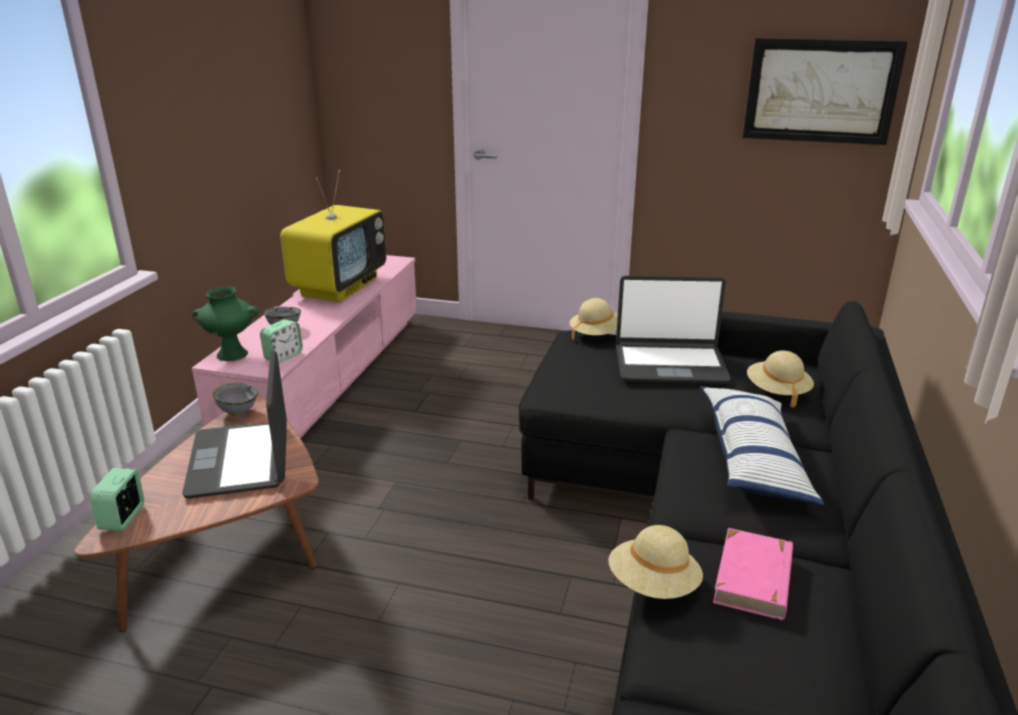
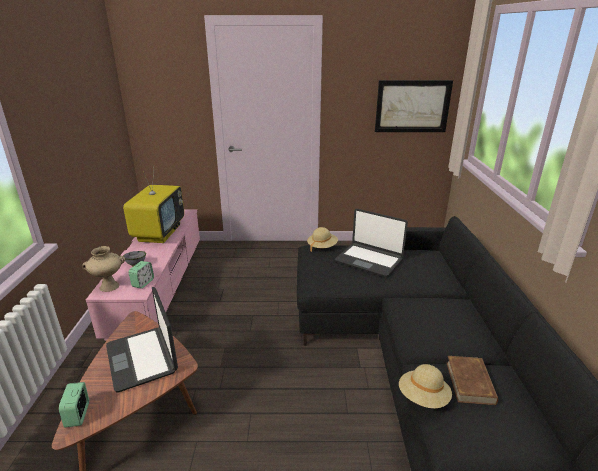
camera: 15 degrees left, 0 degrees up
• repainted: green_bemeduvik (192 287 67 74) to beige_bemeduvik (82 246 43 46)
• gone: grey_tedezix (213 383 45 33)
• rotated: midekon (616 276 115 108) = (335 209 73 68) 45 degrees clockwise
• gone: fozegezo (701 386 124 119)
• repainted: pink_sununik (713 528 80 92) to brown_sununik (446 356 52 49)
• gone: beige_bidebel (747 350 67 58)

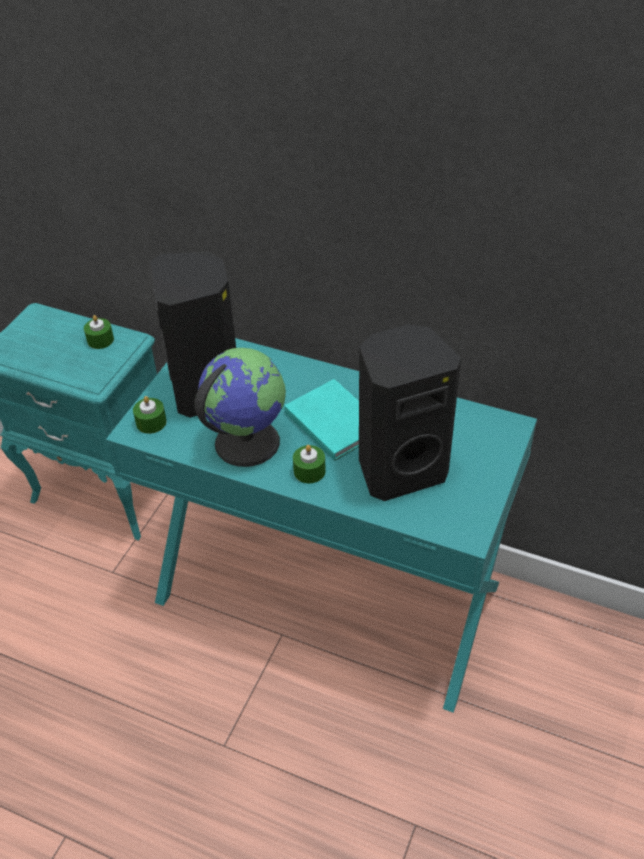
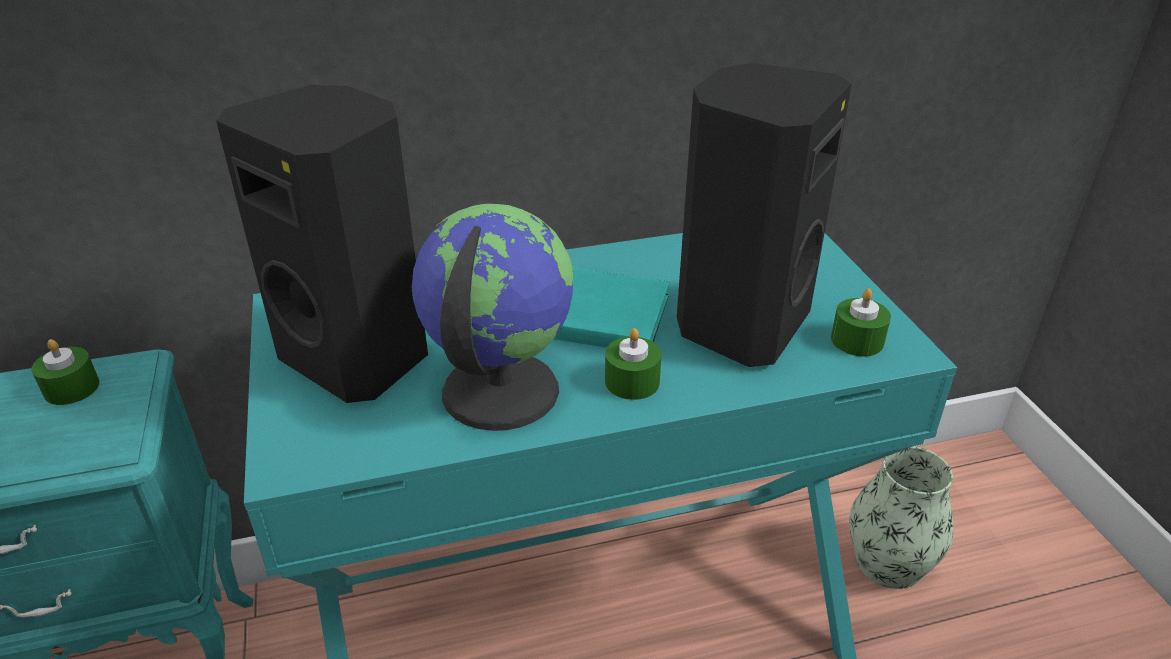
camera: 40 degrees left, 10 degrees down
• shifted: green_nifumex (133 396 34 38) to (831 288 60 68)
• new: bemeduvik (849 447 104 142)

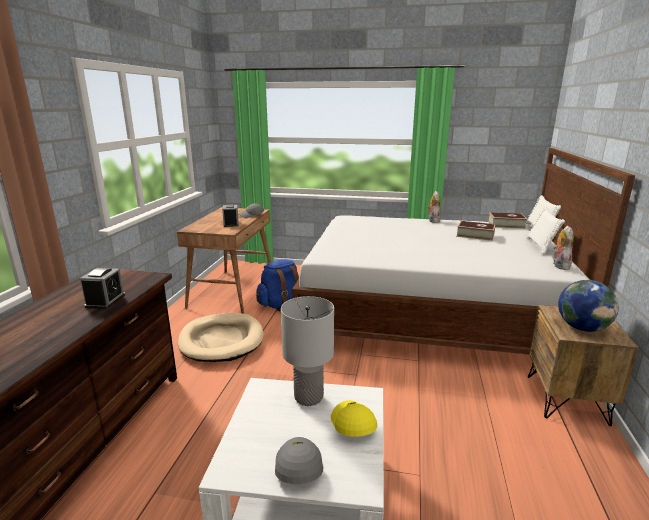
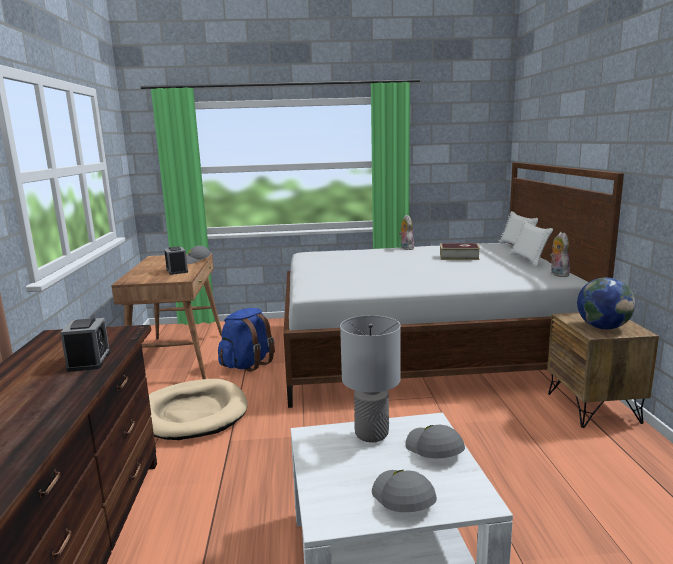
camera: 15 degrees left, 5 degrees down
• repainted: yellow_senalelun (331 400 46 37) to grey_senalelun (405 425 60 33)
• gone: sununik (488 212 39 17)

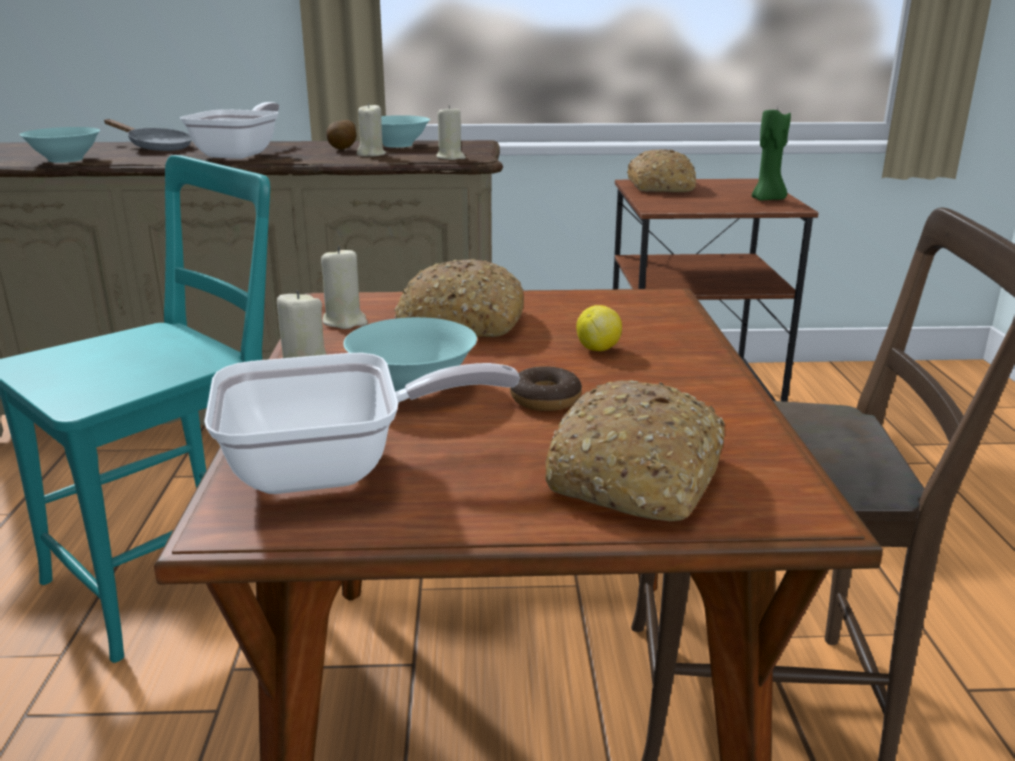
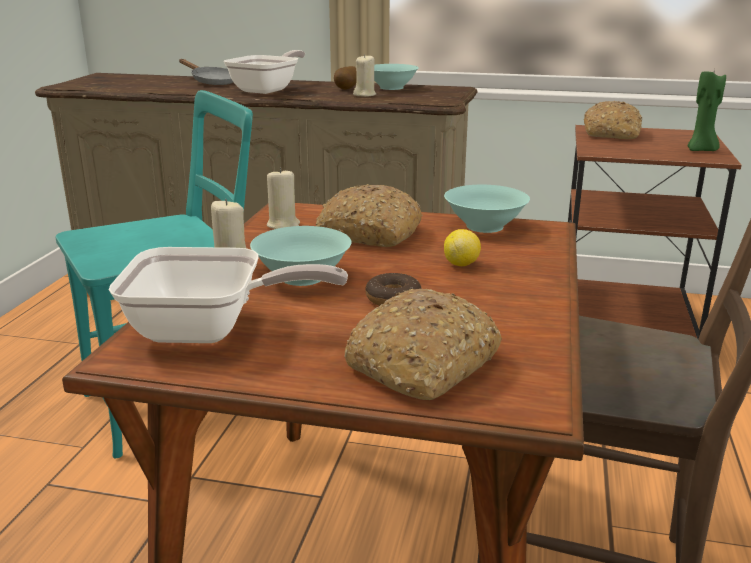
camera: 15 degrees right, 0 degrees up
• shifted: turquoise_tedezix (20 127 80 36) to (444 185 86 48)
• gone: beige_nifumex (437 105 29 55)

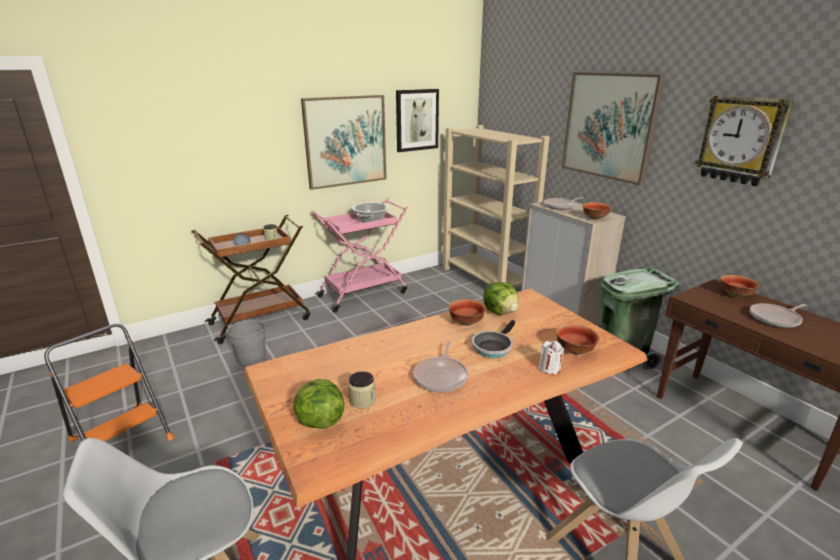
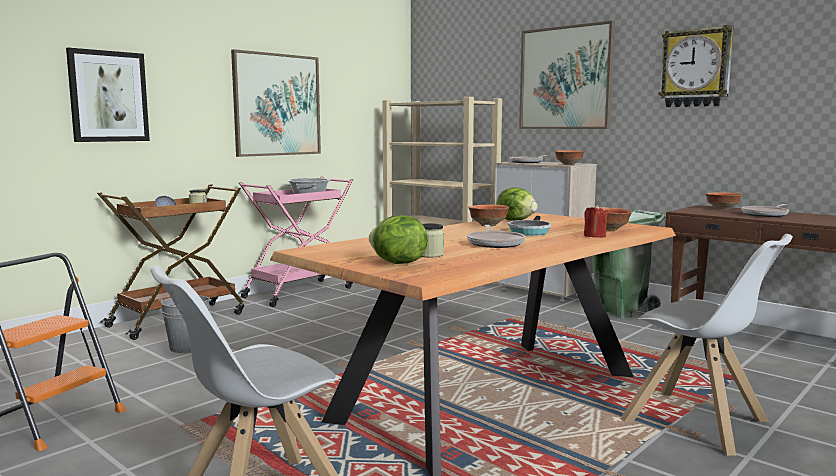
camera: 15 degrees left, 15 degrees down
• shifted: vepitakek (396 89 43 63) to (66 48 84 94)
• repainted: white_nifumex (539 341 25 33) to red_nifumex (584 204 24 34)

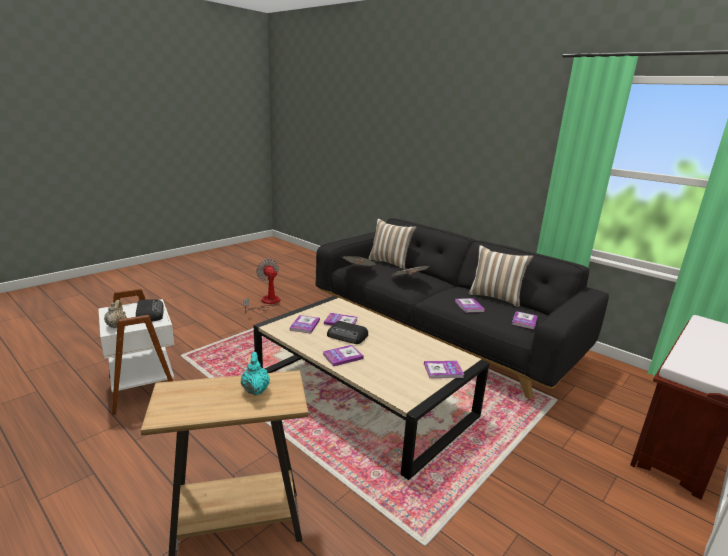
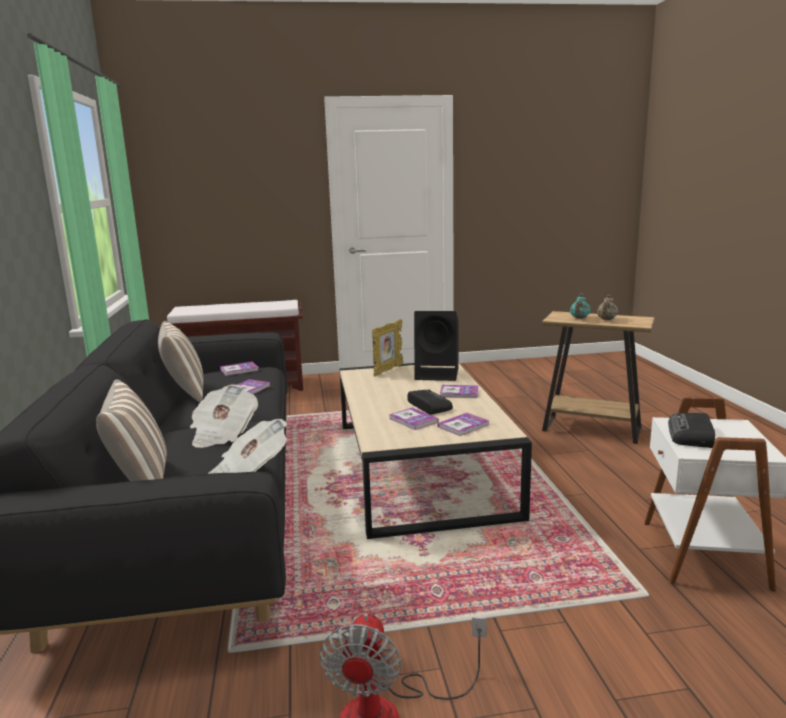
camera: 140 degrees left, 5 degrees down
• shifted: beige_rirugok (104 300 23 28) to (597 295 21 25)
• swapped: sununik (424 361 40 17) to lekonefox (372 319 31 58)
• new: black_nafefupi (414 311 44 70)

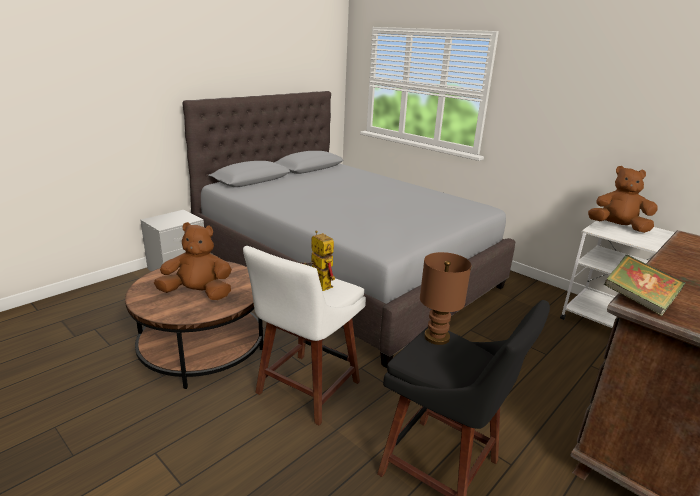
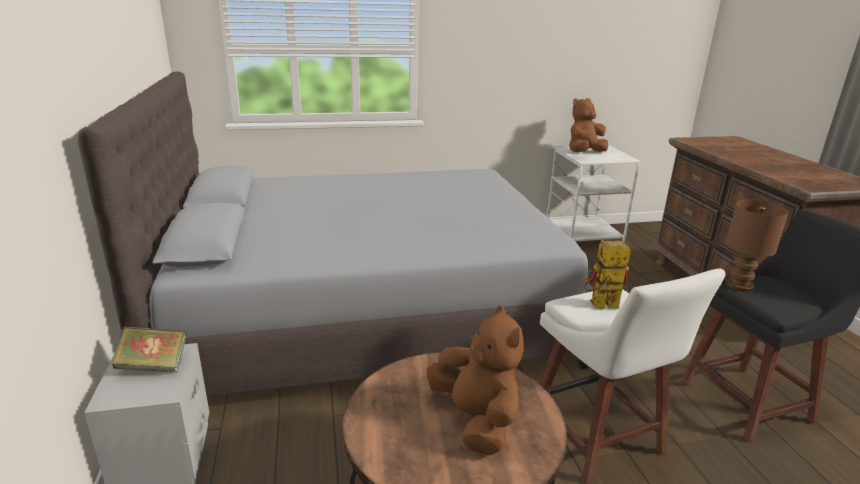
camera: 55 degrees left, 0 degrees up
• rotated: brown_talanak (154 222 78 78) = (426 306 98 149) 120 degrees clockwise
• shifted: sununik (604 255 82 61) to (112 326 75 47)

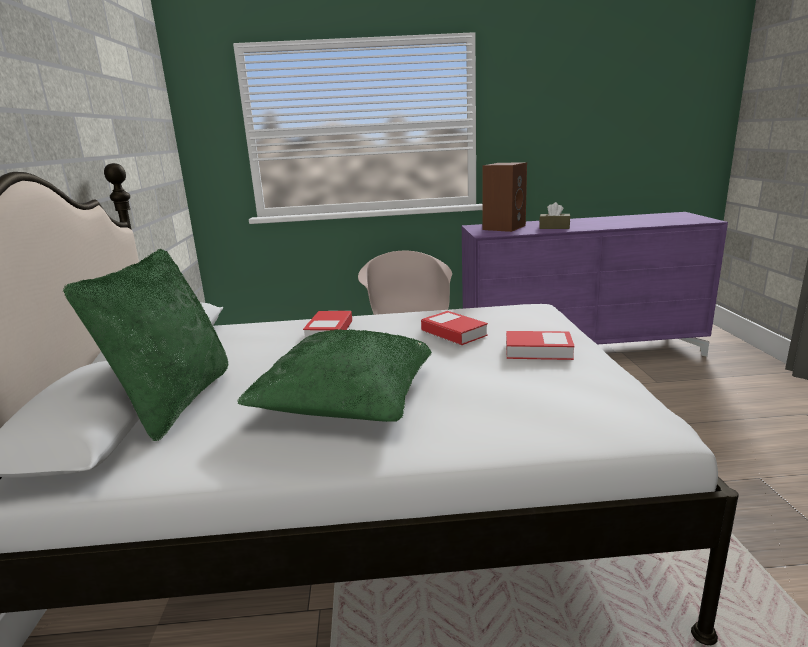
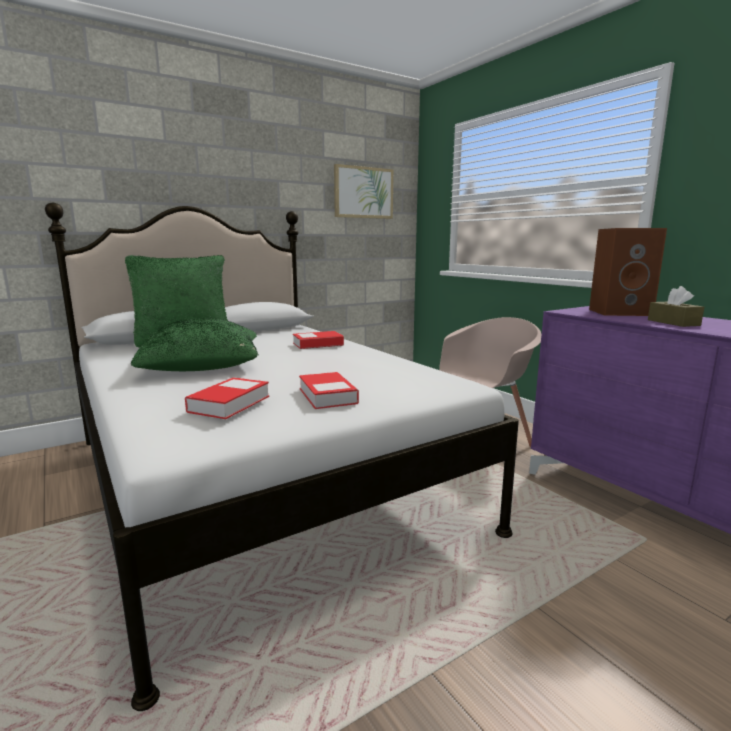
camera: 60 degrees right, 5 degrees down
• shifted: sununik (421 311 67 34) to (185 377 84 42)
• new: vepitakek (334 164 59 55)

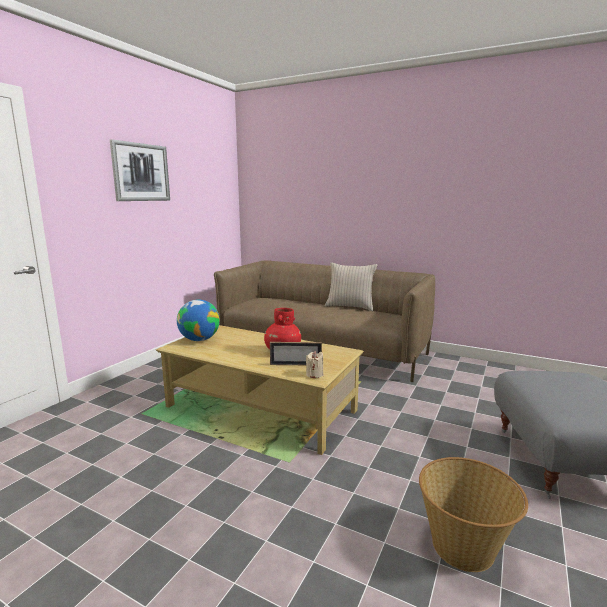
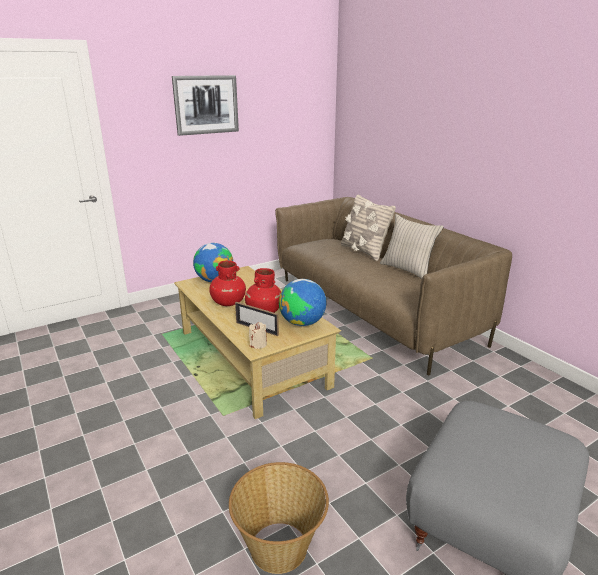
camera: 30 degrees right, 10 degrees up
• new: red_bemeduvik (209 260 37 46)
• new: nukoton (279 279 47 47)
• new: beige_fozegezo (341 195 55 66)

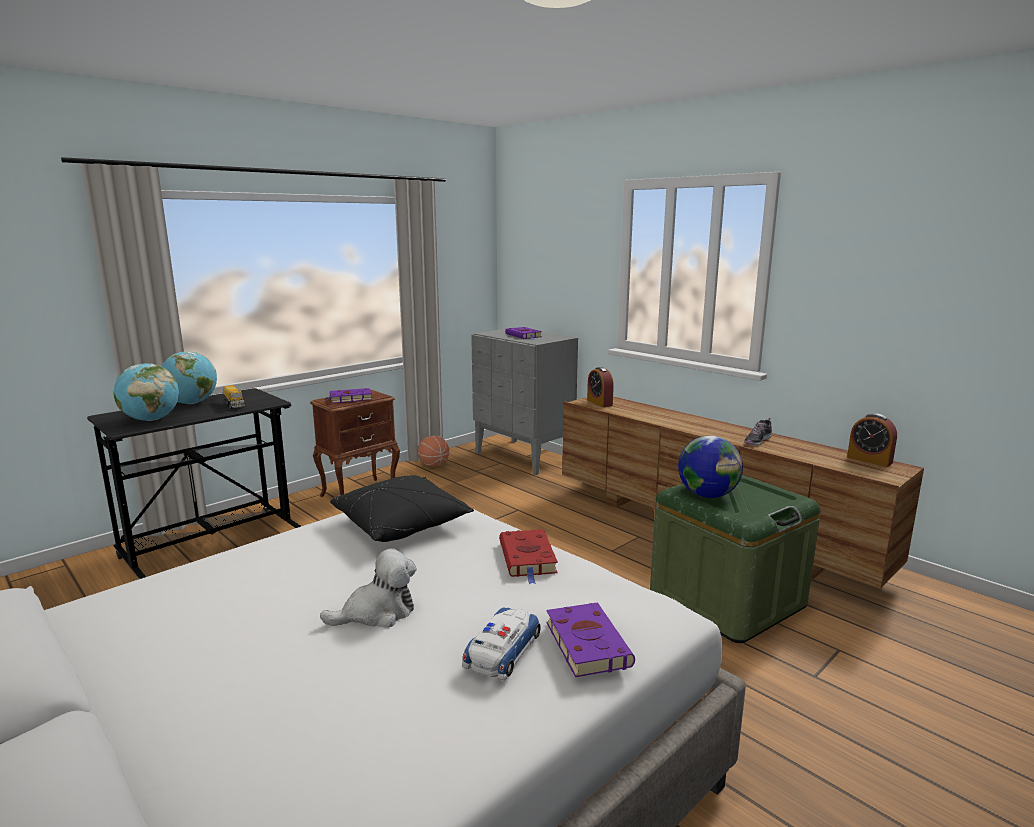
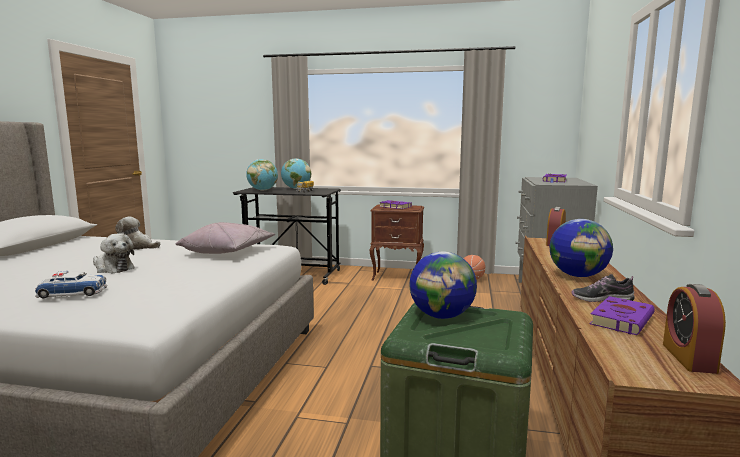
camera: 55 degrees right, 5 degrees down
• repainted: black_fozegezo (330 475 144 67) to purple_fozegezo (176 222 99 32)
• gone: red_sununik (499 529 59 55)
• shifted: purple_sununik (546 603 89 74) to (589 296 66 39)
• new: talanak (115 217 45 32)
• new: nukoton (550 219 63 58)

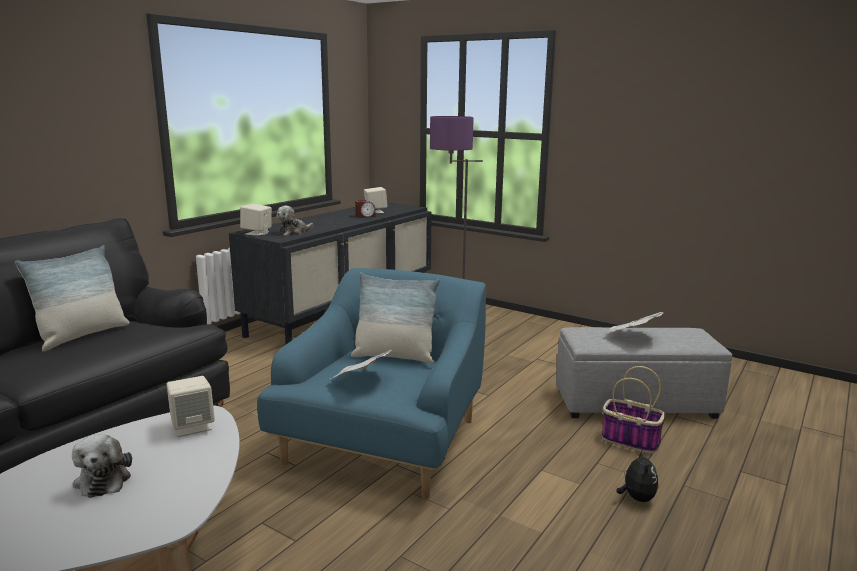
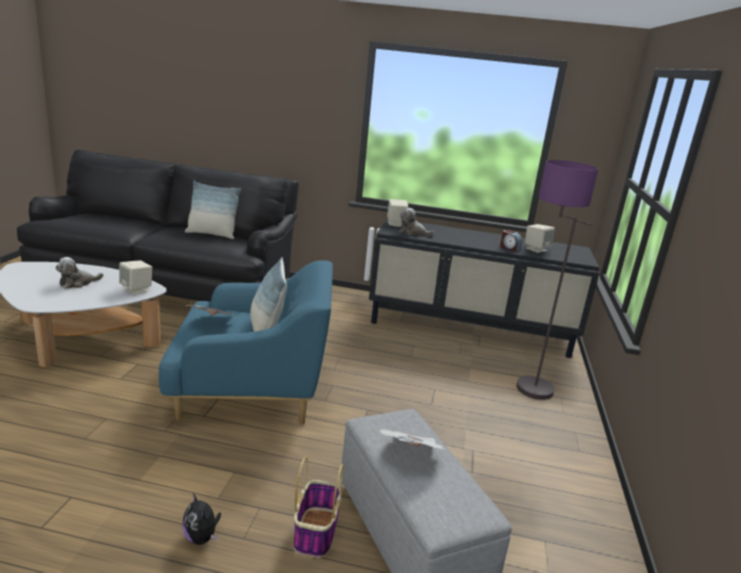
camera: 65 degrees right, 5 degrees up
• rotated: talanak (616 450 42 52) = (182 493 39 52) 75 degrees clockwise

